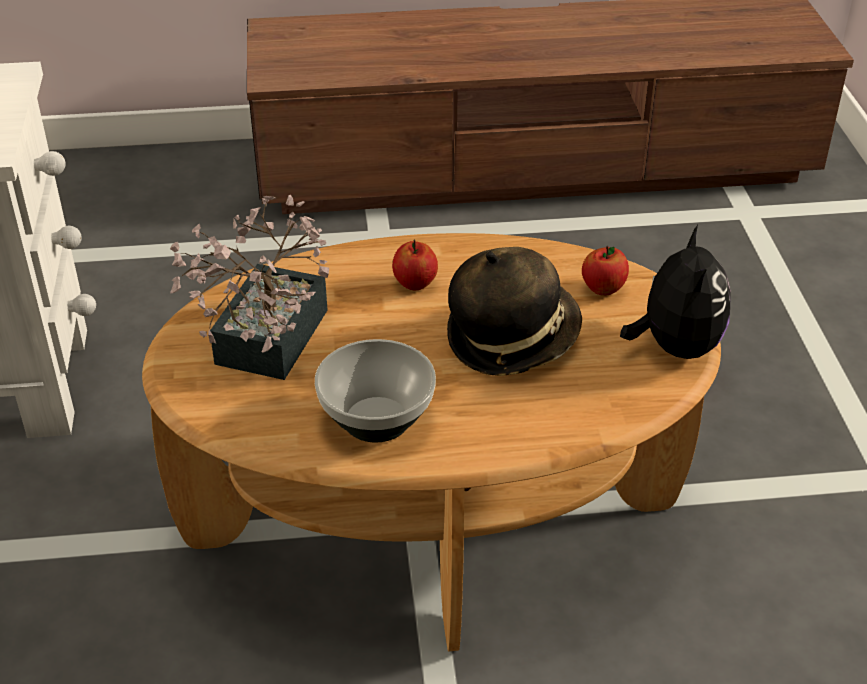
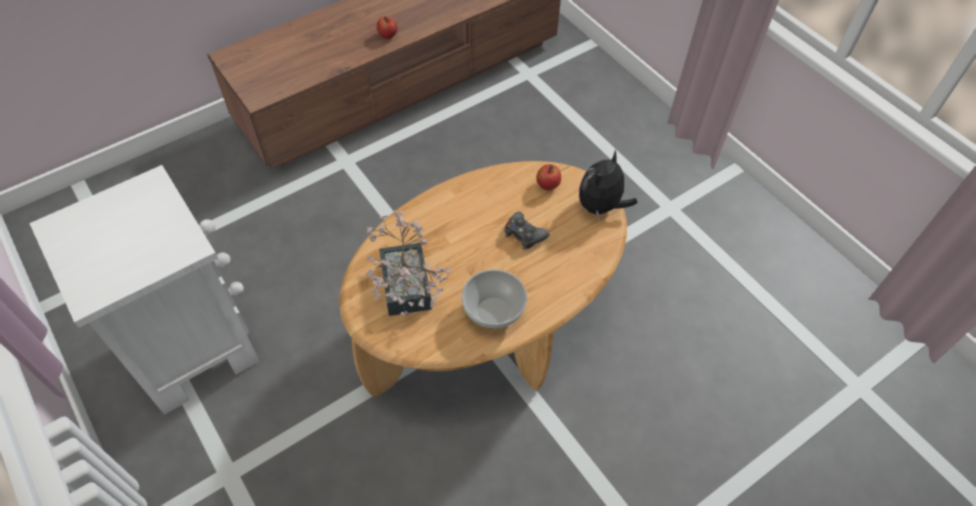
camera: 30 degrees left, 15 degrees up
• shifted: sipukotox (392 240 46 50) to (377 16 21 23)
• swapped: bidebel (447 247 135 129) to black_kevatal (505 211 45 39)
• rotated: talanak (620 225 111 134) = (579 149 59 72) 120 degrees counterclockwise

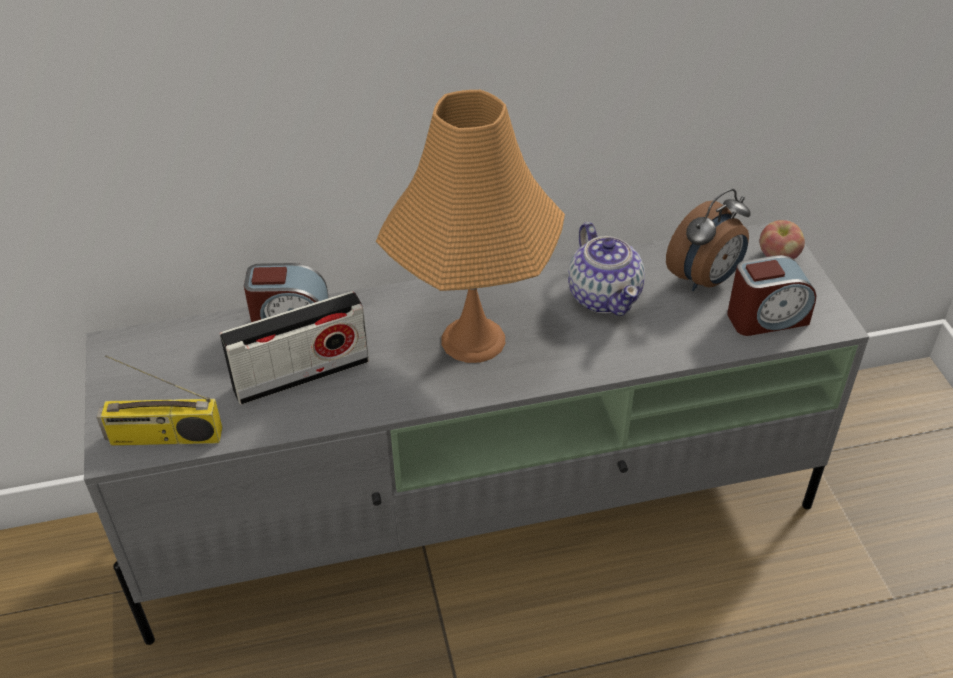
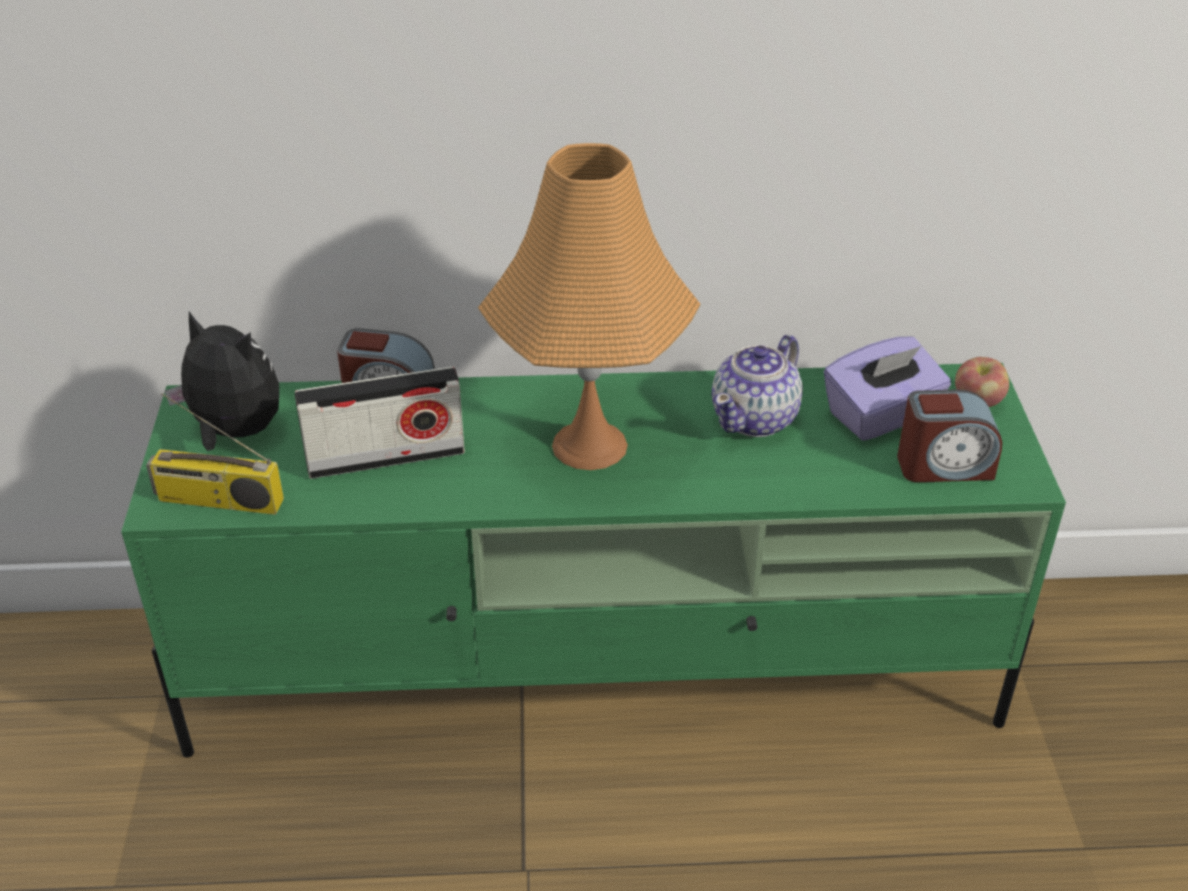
camera: 10 degrees right, 5 degrees down
• repainted: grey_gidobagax (84 220 785 425) to green_gidobagax (121 363 945 395)
• rotated: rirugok (568 222 77 94) = (712 335 91 102) 45 degrees clockwise
• swapped: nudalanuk (666 189 85 102) to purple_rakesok (824 337 127 104)
• new: talanak (165 312 114 139)

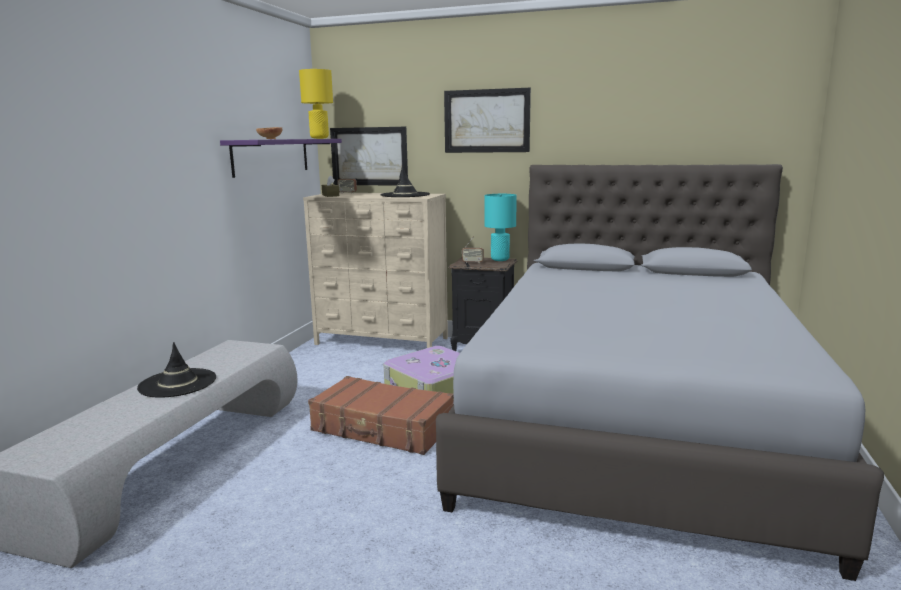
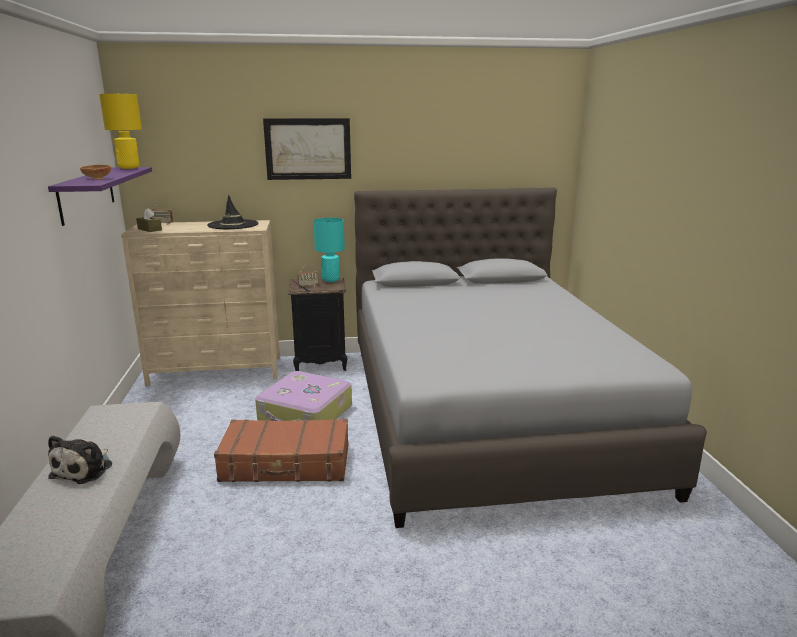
camera: 25 degrees left, 5 degrees up
• swapped: black_bidebel (137 342 79 56) to talanak (48 435 64 49)
• gone: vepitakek (330 127 78 59)

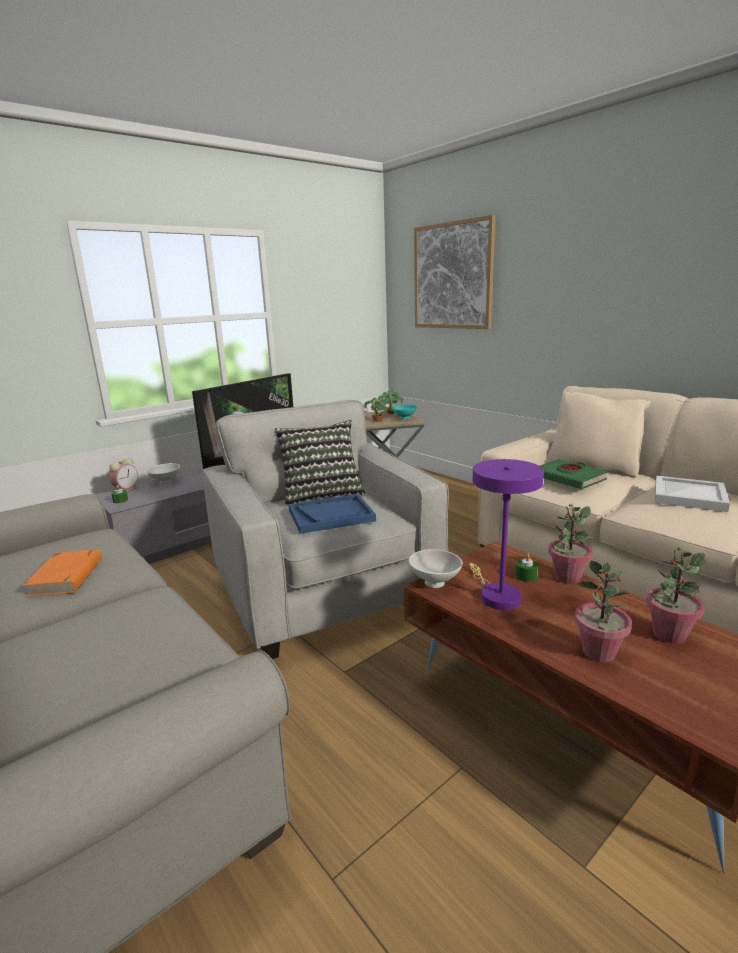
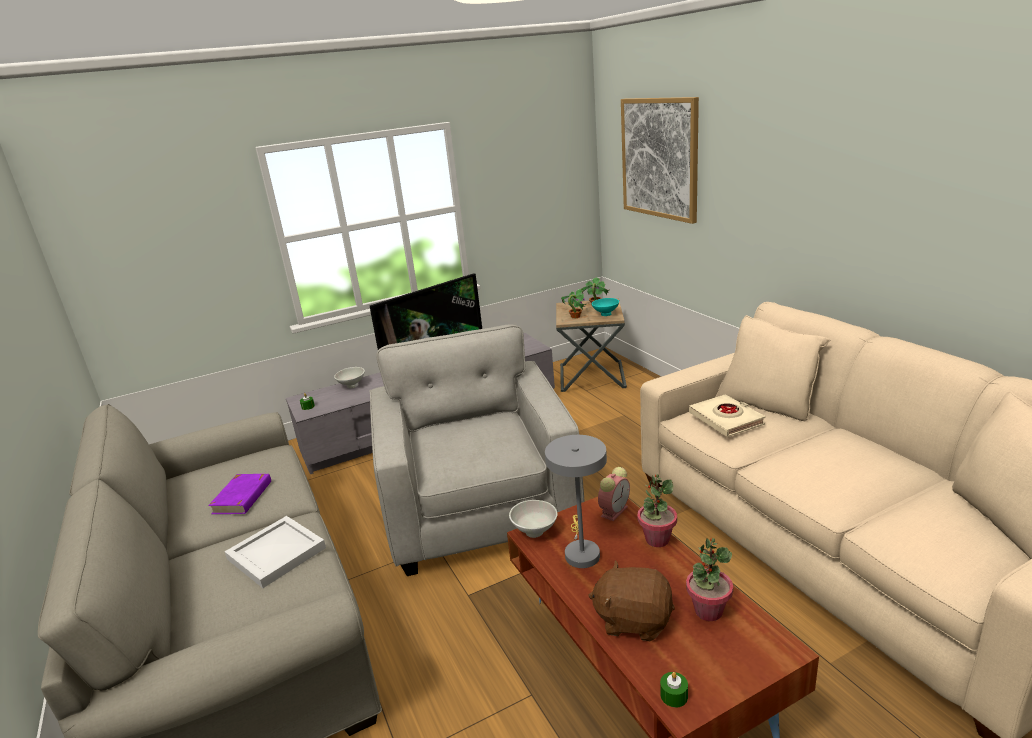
camera: 15 degrees right, 5 degrees up
• repainted: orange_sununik (22 549 80 48) to purple_sununik (208 474 63 40)
• shifted: nudalanuk (109 458 29 34) to (598 467 32 54)
• gone: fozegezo (275 420 90 86)
• gone: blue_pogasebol (289 494 87 40)
• repainted: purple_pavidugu (469 459 75 151) to grey_pavidugu (545 435 62 133)
• shifted: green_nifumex (516 554 23 28) to (660 672 28 36)
• repainted: green_sununik (540 459 68 30) to beige_sununik (689 394 76 43)
• swapped: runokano (574 560 58 102) to brown_talanak (588 560 87 81)
• shifted: white_pogasebol (654 476 76 36) to (225 516 101 72)

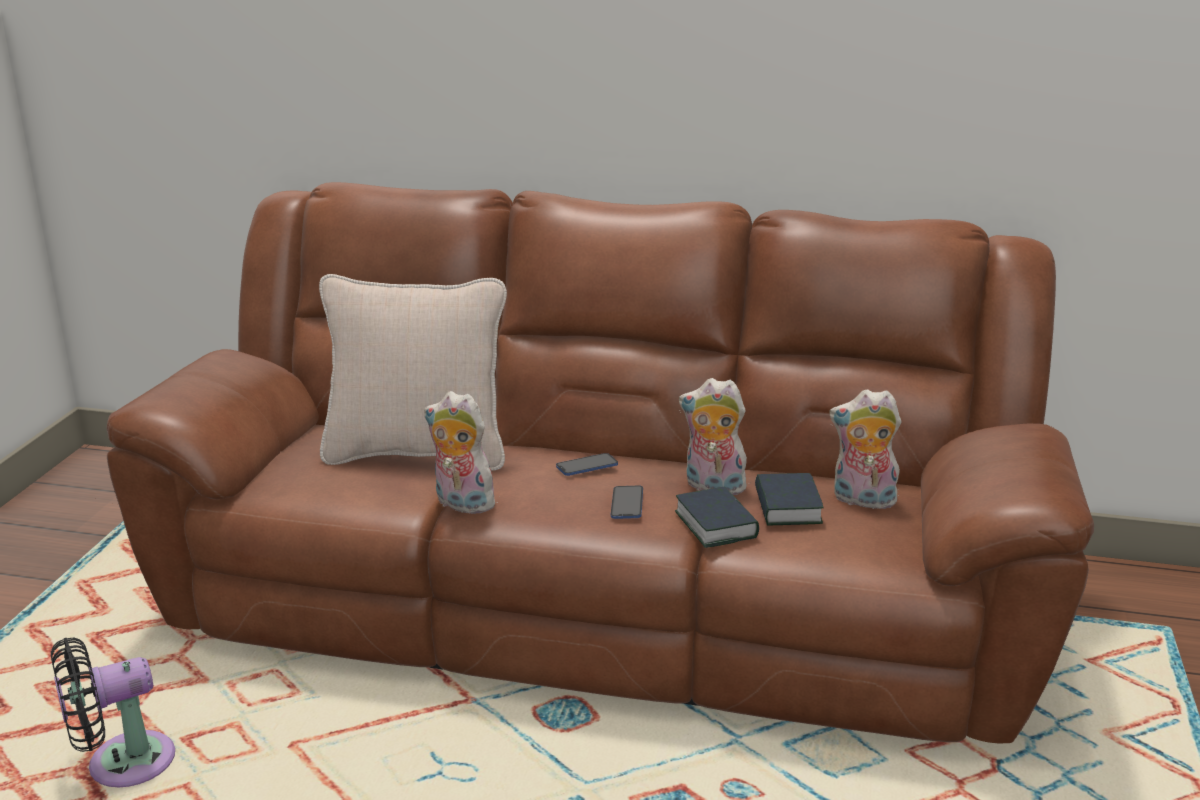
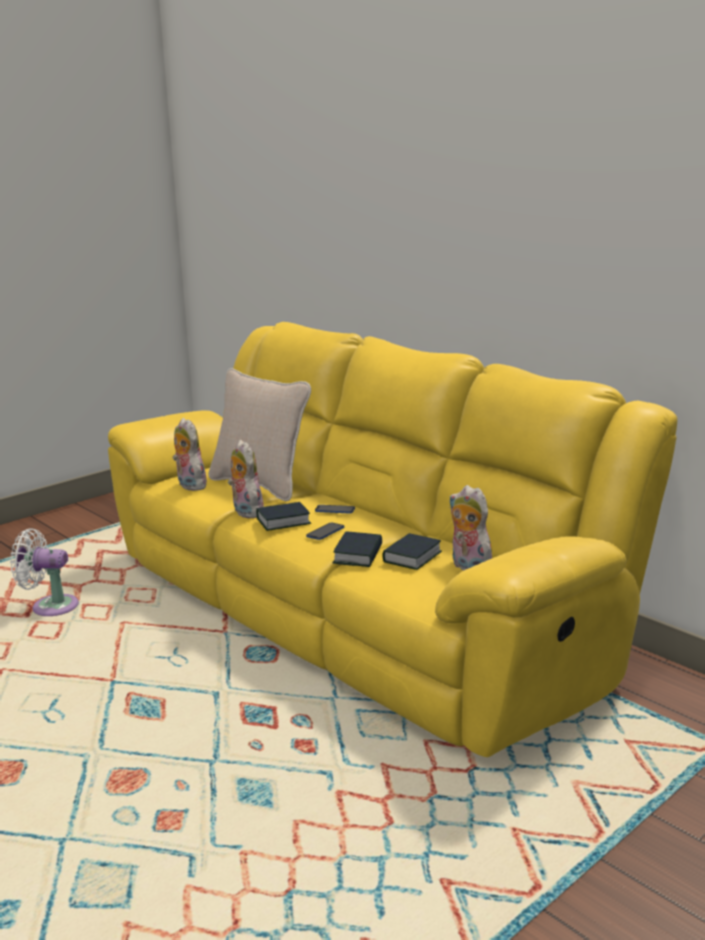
camera: 35 degrees right, 5 degrees down
• repainted: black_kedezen (51 637 124 150) to white_kedezen (10 528 69 88)
• repainted: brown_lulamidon (106 182 988 561) to yellow_lulamidon (108 322 569 435)
• shifted: talanak (679 378 71 117) to (172 418 36 73)
• new: sununik (256 502 55 29)

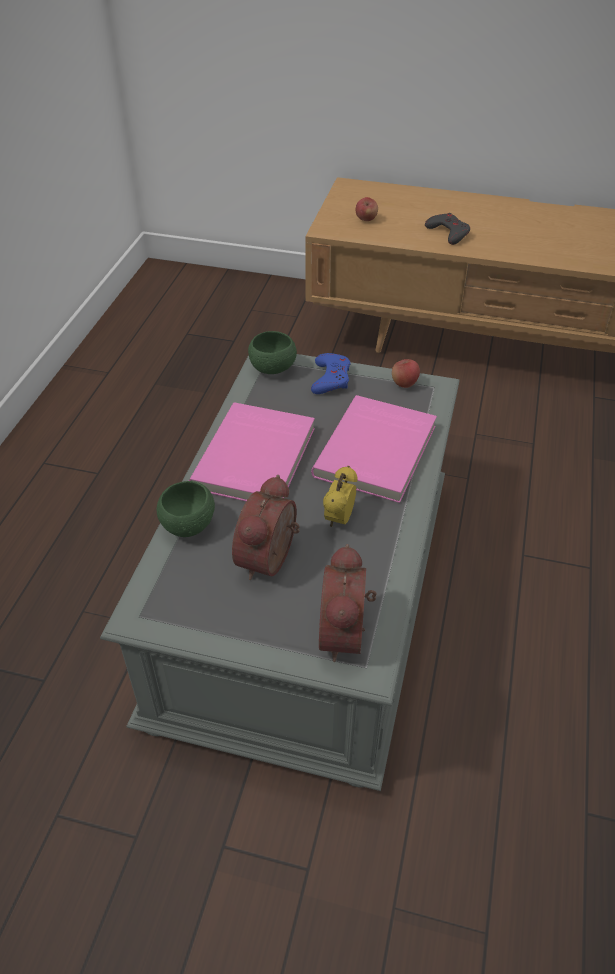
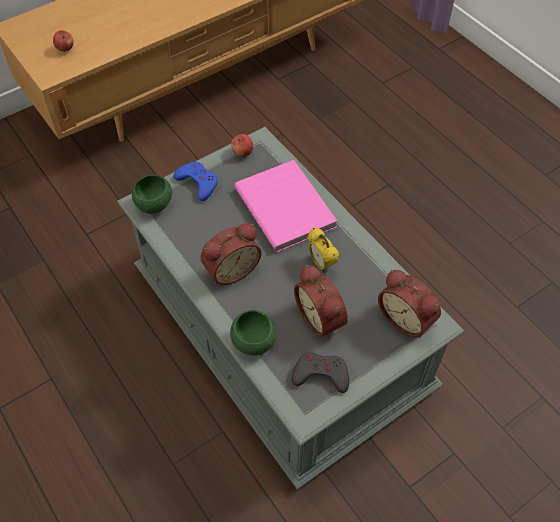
camera: 50 degrees left, 10 degrees up
• swapped: pink_sununik (189 402 126 99) to nudalanuk (201 223 60 62)
• shifted: grey_kevatal (425 213 45 32) to (292 352 57 41)

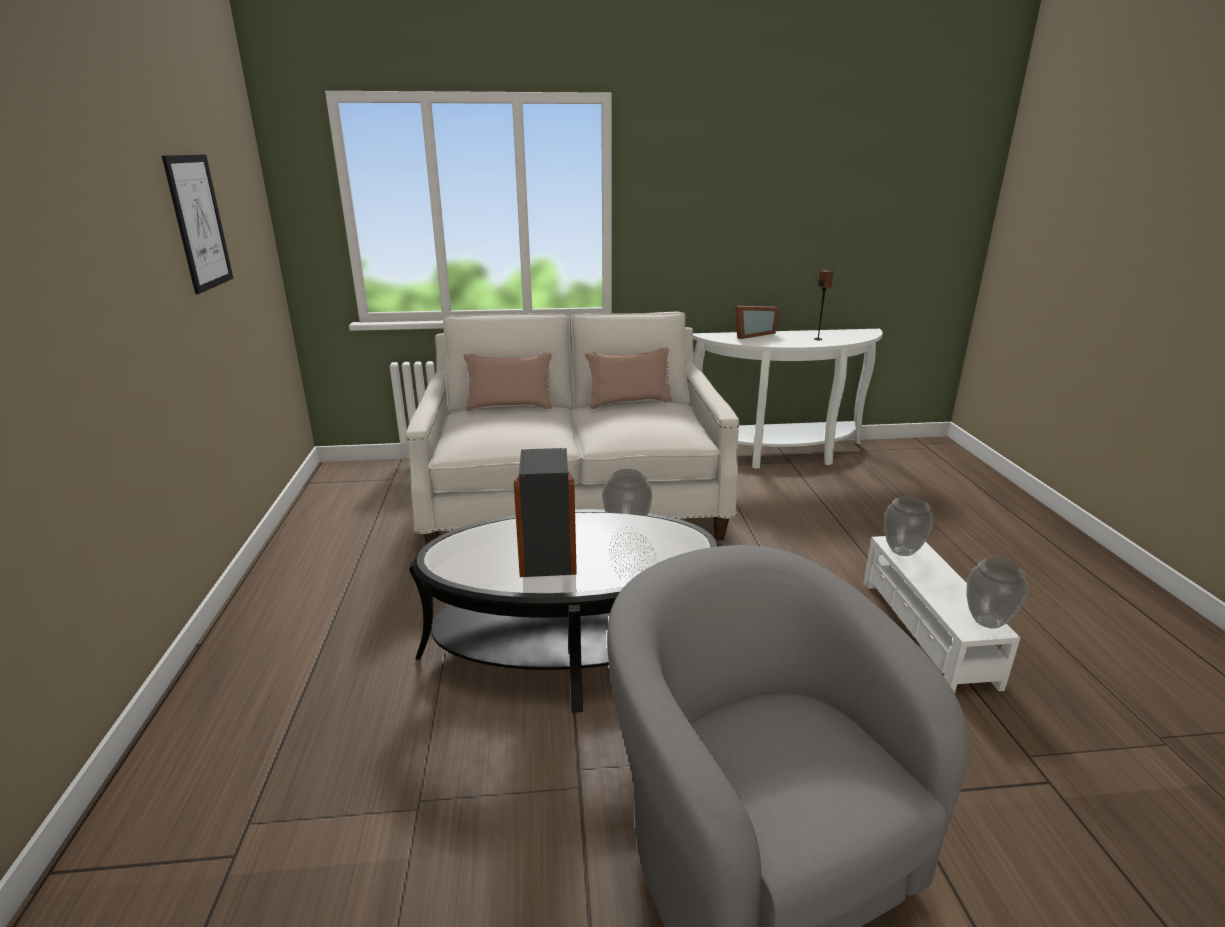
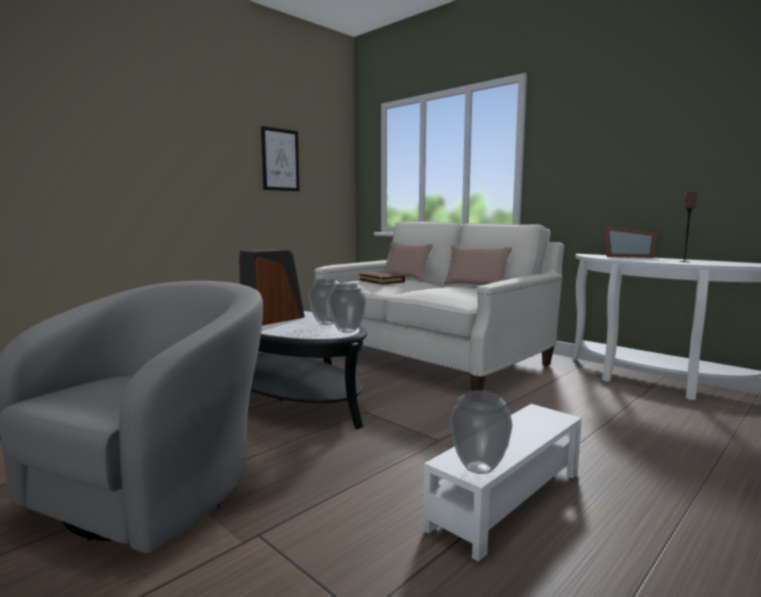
camera: 50 degrees right, 15 degrees down
• shifted: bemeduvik (884 496 49 60) to (328 283 38 50)
• new: sununik (358 272 47 13)

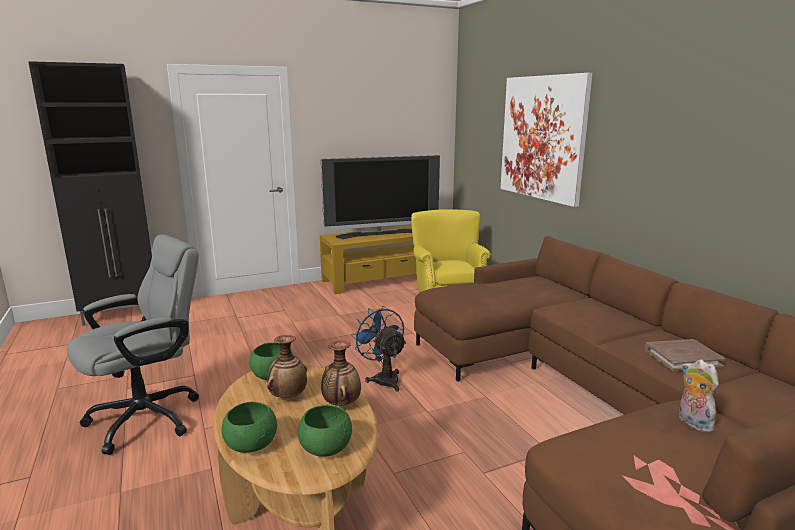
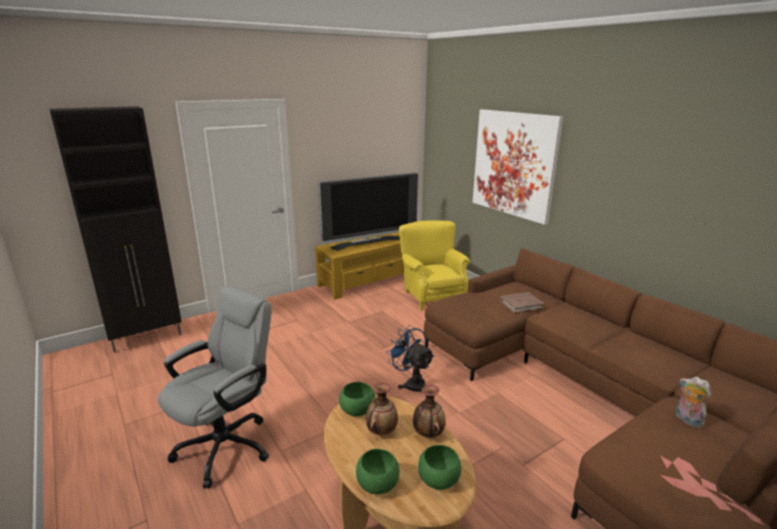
camera: 10 degrees left, 5 degrees up
• shifted: brown_sununik (644 339 81 32) to (499 292 45 21)

